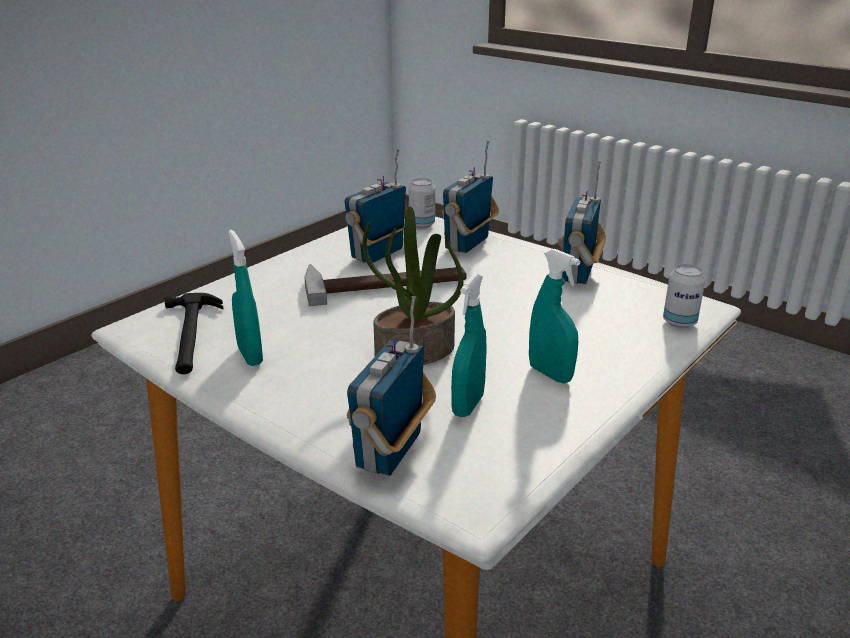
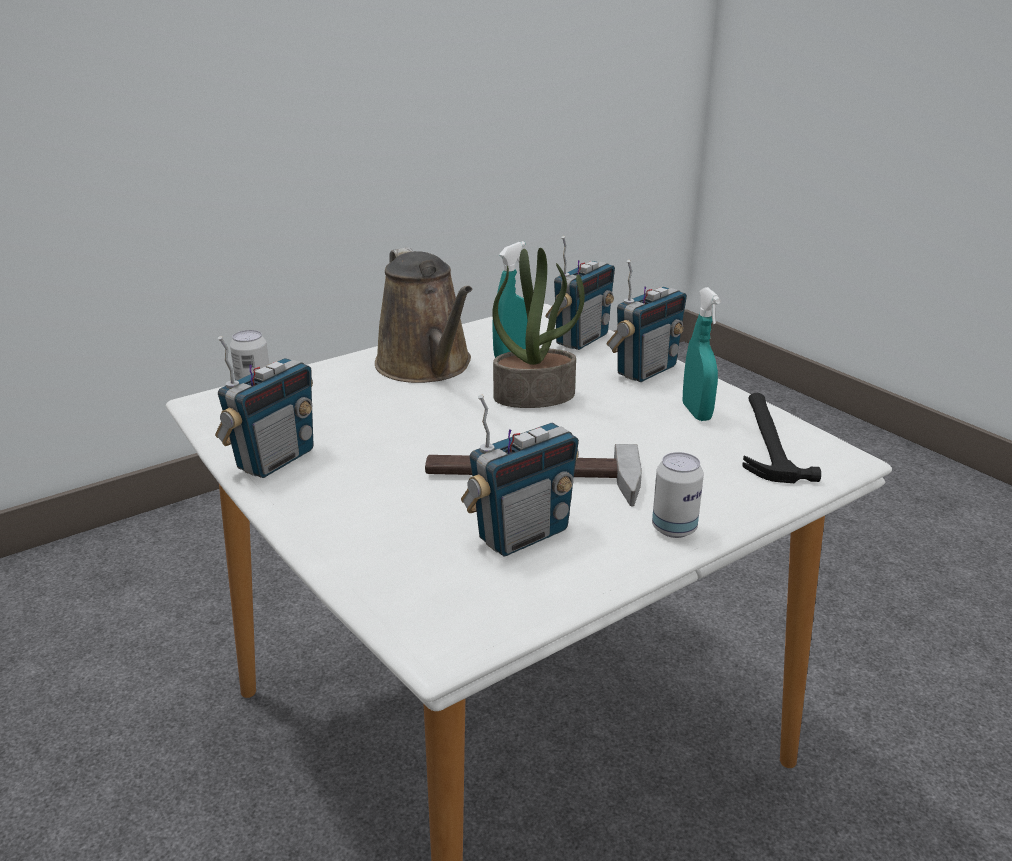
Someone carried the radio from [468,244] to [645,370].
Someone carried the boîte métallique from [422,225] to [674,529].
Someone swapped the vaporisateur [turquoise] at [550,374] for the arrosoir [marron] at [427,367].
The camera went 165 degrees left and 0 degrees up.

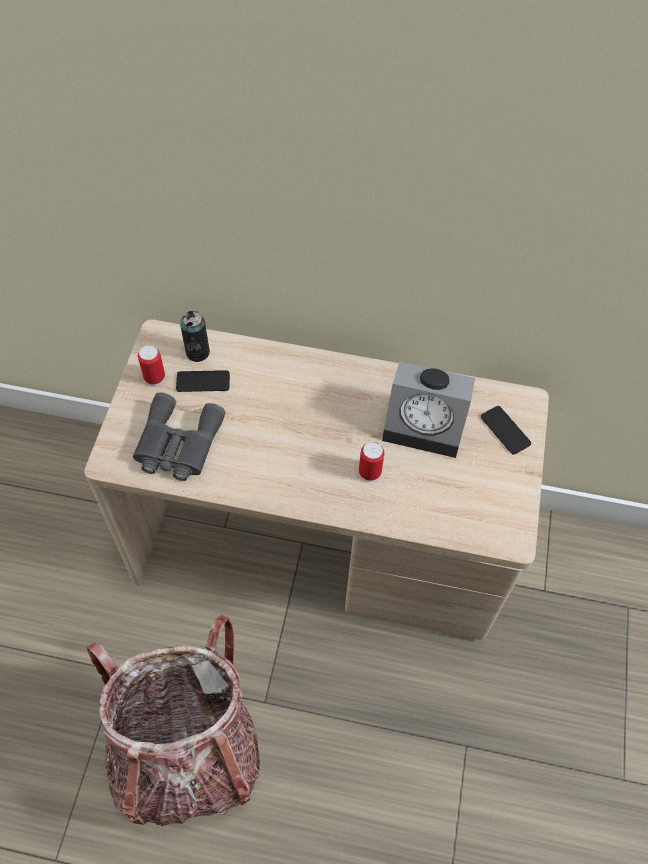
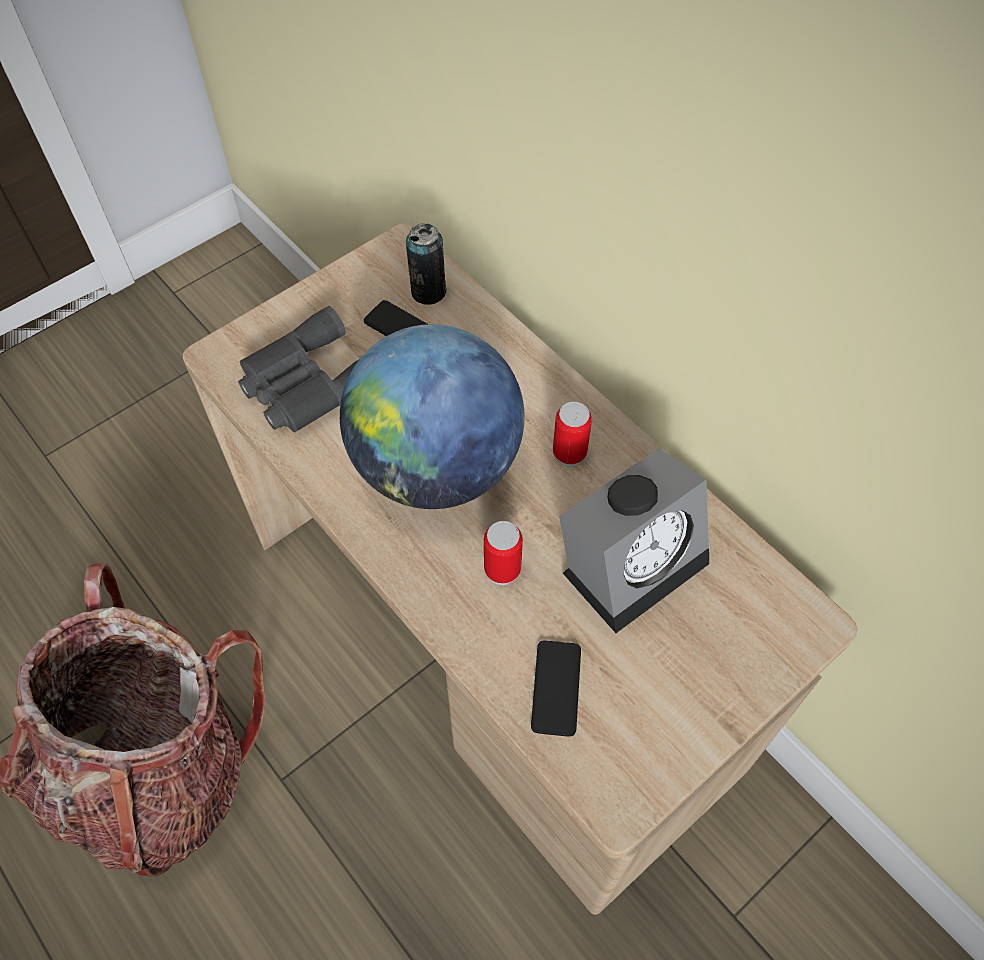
Someone carried the boîte métallique from [154,377] to [569,452].
Someone rotated the réveil at [427,425] by 90 degrees counterclockwise.
Someone carried the téléphone from [505,430] to [556,688].
Someone put down the globe at [436,466].
The camera went 40 degrees right and 0 degrees up.

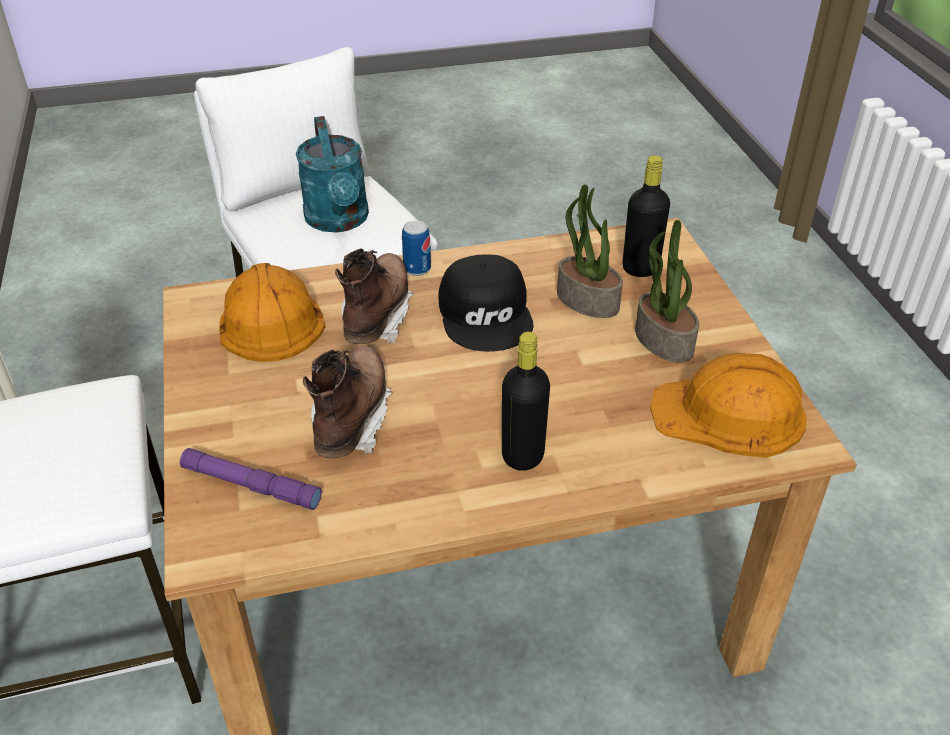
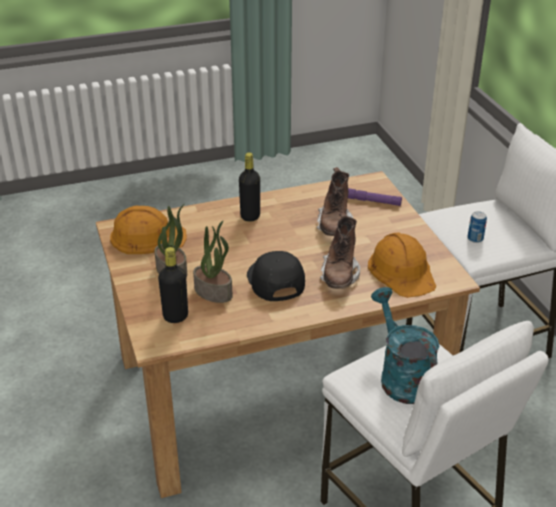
Someone carried the boîte métallique from [417,268] to [475,239].
The camera went 175 degrees right and 5 degrees down.

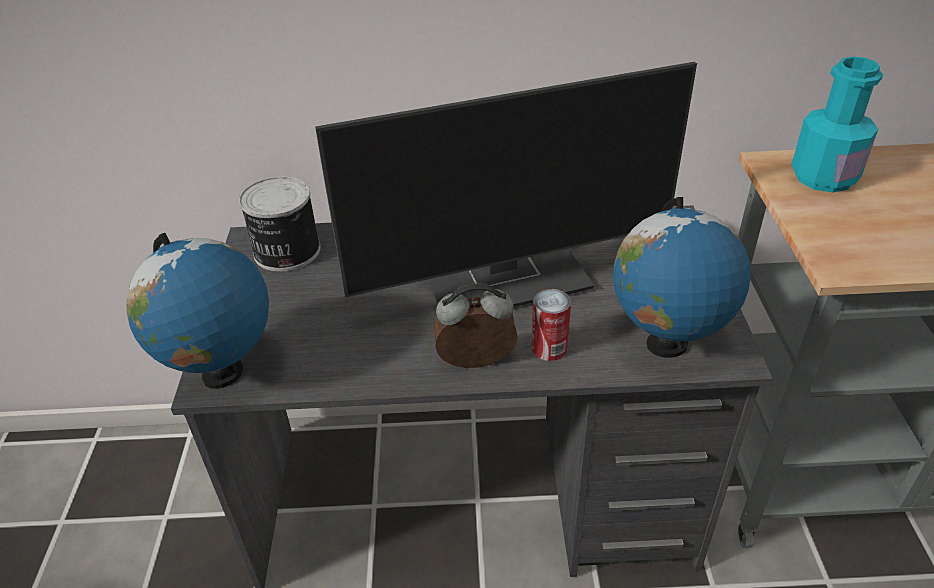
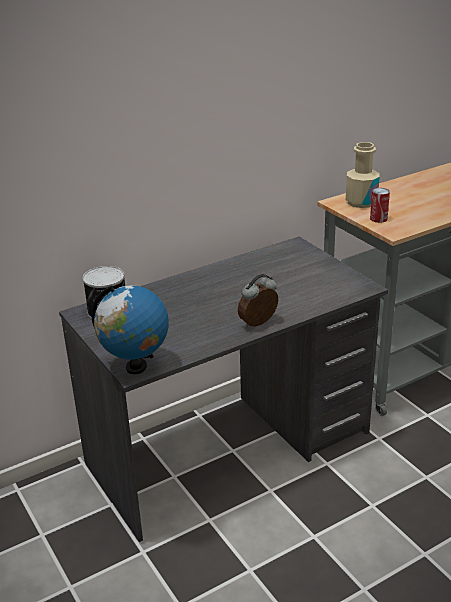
Someone repainted the bouteille [turquoise] at [824,177], which became the bouteille [beige] at [361,202].
Someone took away the écran d'ordinateur at [507,277].
Someone took away the globe at [666,345].
Someone carried the boîte métallique from [549,348] to [378,219].
The camera went 30 degrees left and 10 degrees down.

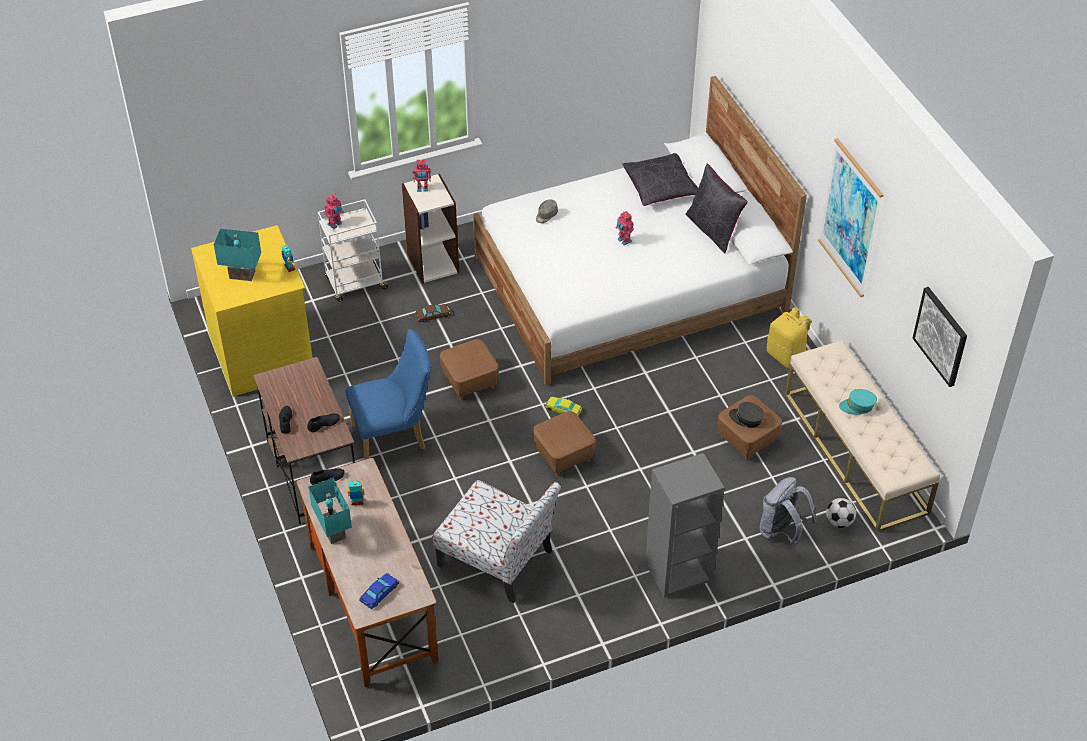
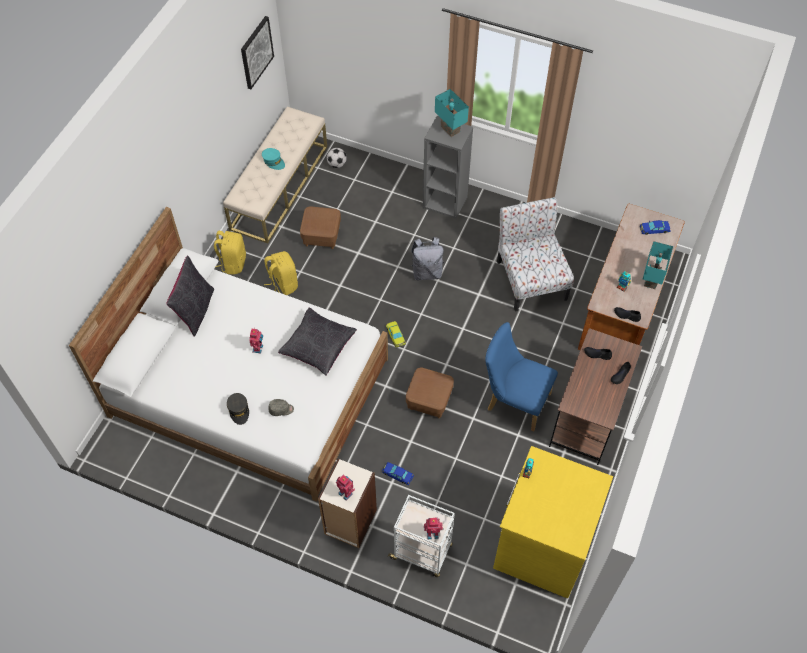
Someone took away the tableau at [850,218].
Someone carried the coussin [noir] from [660,187] to [318,346].
Someone carried the lampe de table [turquoise] from [243,274] to [449,129].
Someone repainted the petite voiture [marron] at [433,315], which became the petite voiture [bleu] at [397,474].
Someone carried the casquette [gris] from [746,418] to [239,410].
Someone took away the pouf [marron] at [563,455].
Someone carried the sac à dos [gris] from [782,532] to [427,272].
Someone put down the sac à dos [jaune] at [283,284].
The camera went 135 degrees left and 10 degrees up.

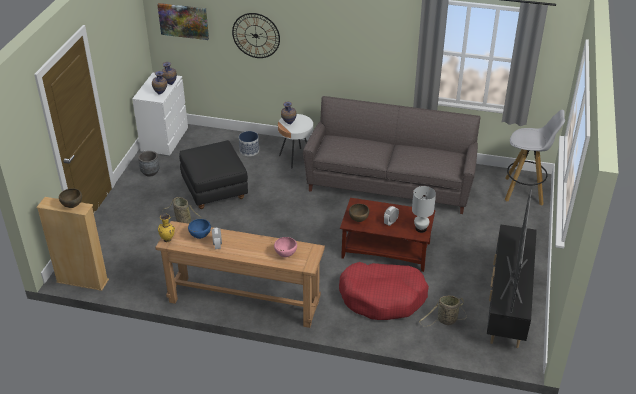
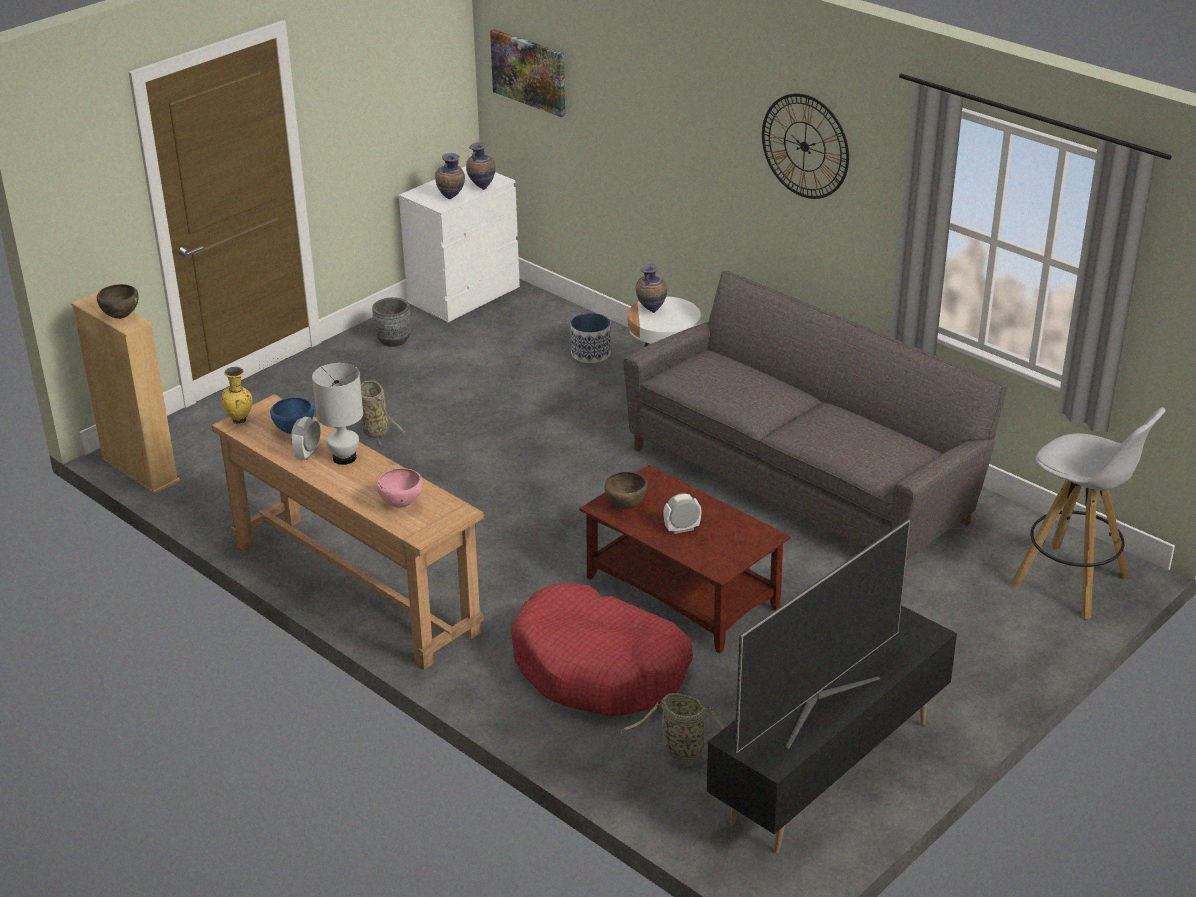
Someone carried the horloge murale from [256,35] to [805,146].
Someone took away the pouf [noir] at [215,190].
Someone carried the lampe de table [blanc] from [420,229] to [344,458].
The camera went 30 degrees right and 5 degrees down.

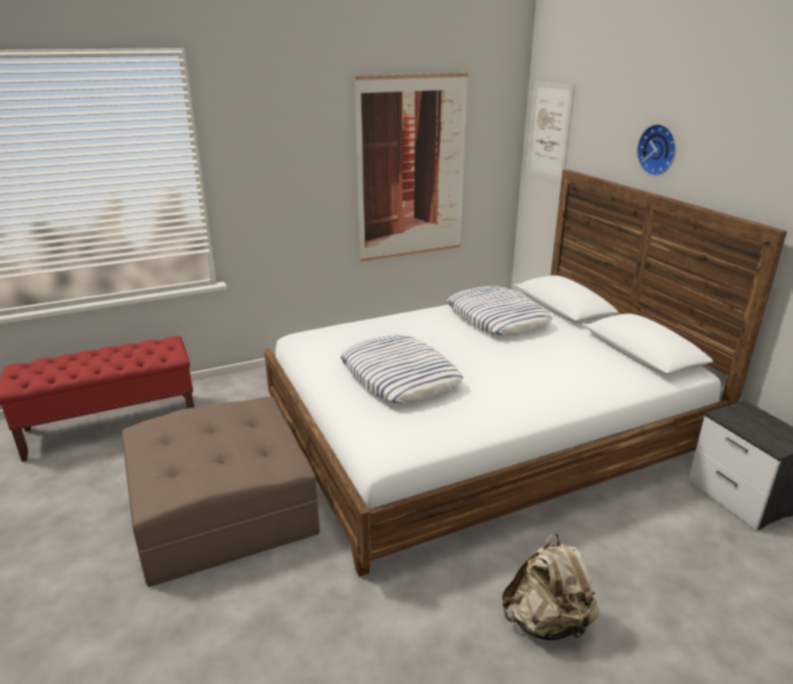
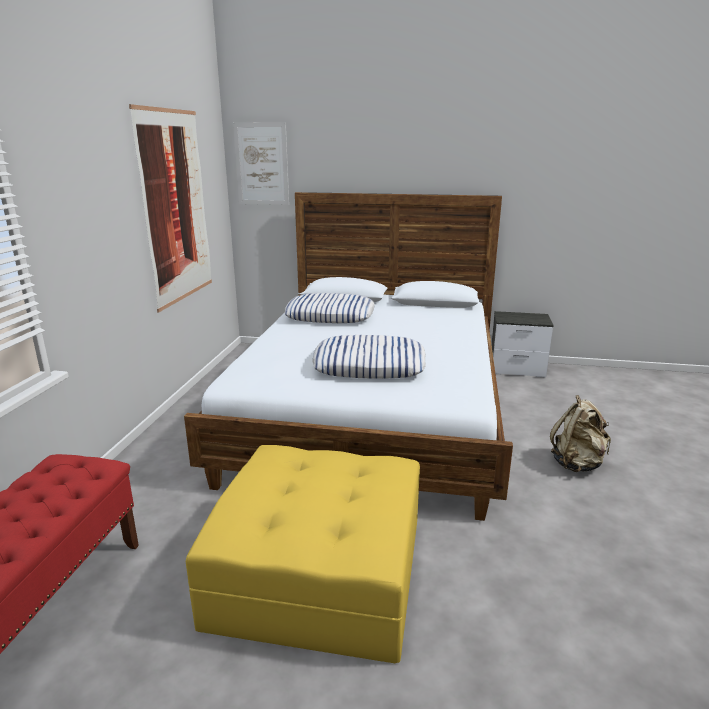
Someone took away the horloge murale at [659,149].
Someone repainted the pouf [marron] at [222,508], which became the pouf [jaune] at [320,570].
The camera went 55 degrees left and 5 degrees down.

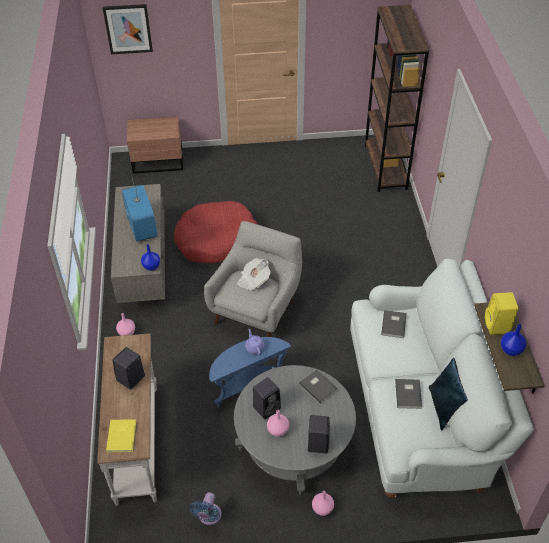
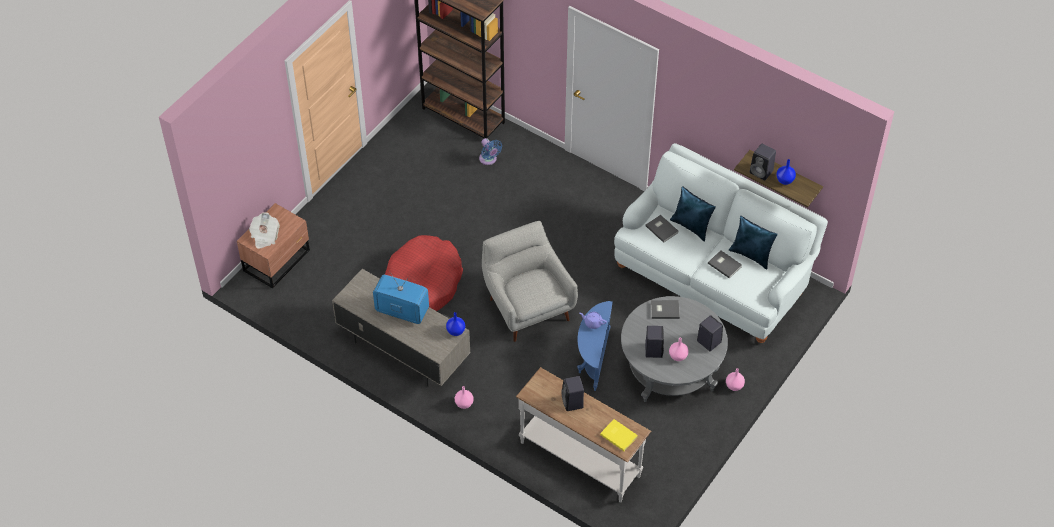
Someone took away the tableau at [128,29].
Someone carried the journal from [253,280] to [264,236].
Someone repainted the enceinte [jaune] at [497,326], which became the enceinte [noir] at [762,172].
Someone carried the ventilateur [bleu] from [209,517] to [489,159].
Someone put down the coussin [bleu] at [691,226].
The camera went 50 degrees left and 5 degrees up.

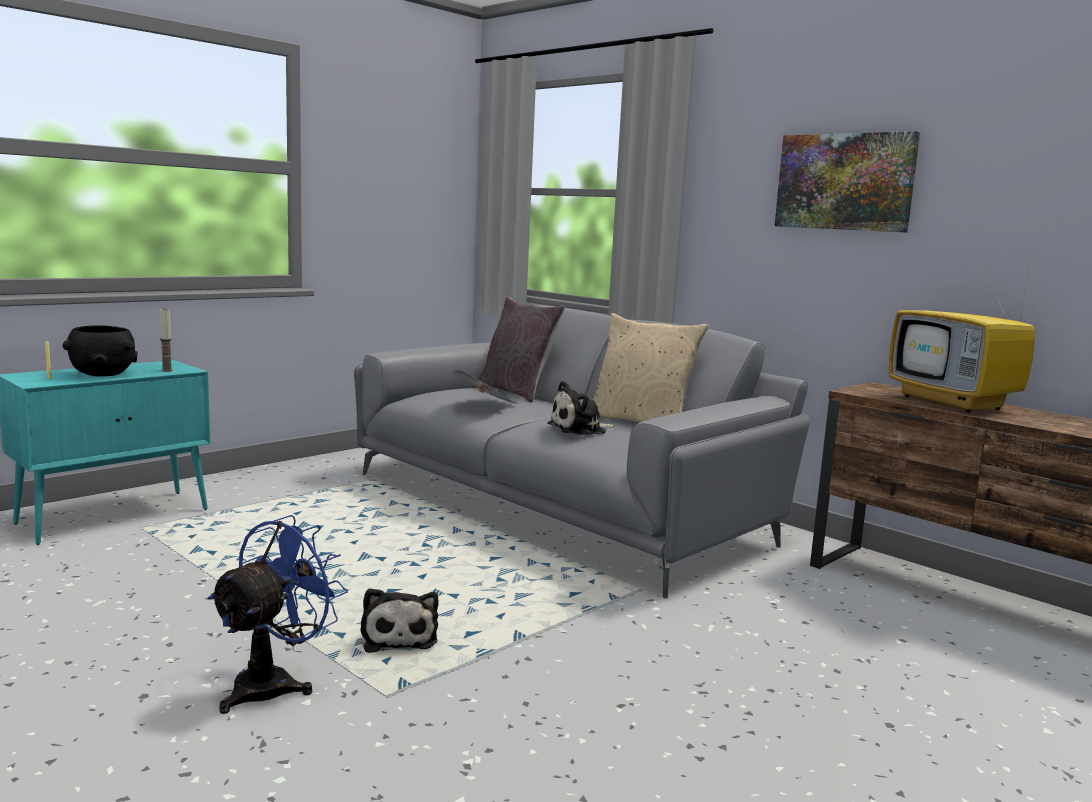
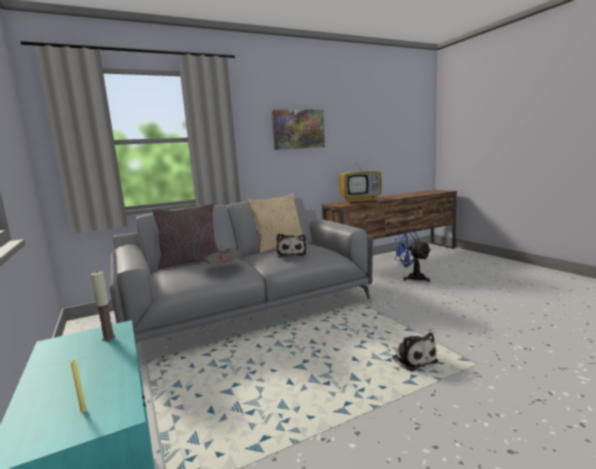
Someone took away the bol [noir] at [102,375].
Someone carried the ventilateur [bleu] from [274,683] to [412,277].
Someone rotated the peluche at [399,637] by 60 degrees clockwise.
The camera went 70 degrees left and 0 degrees up.

